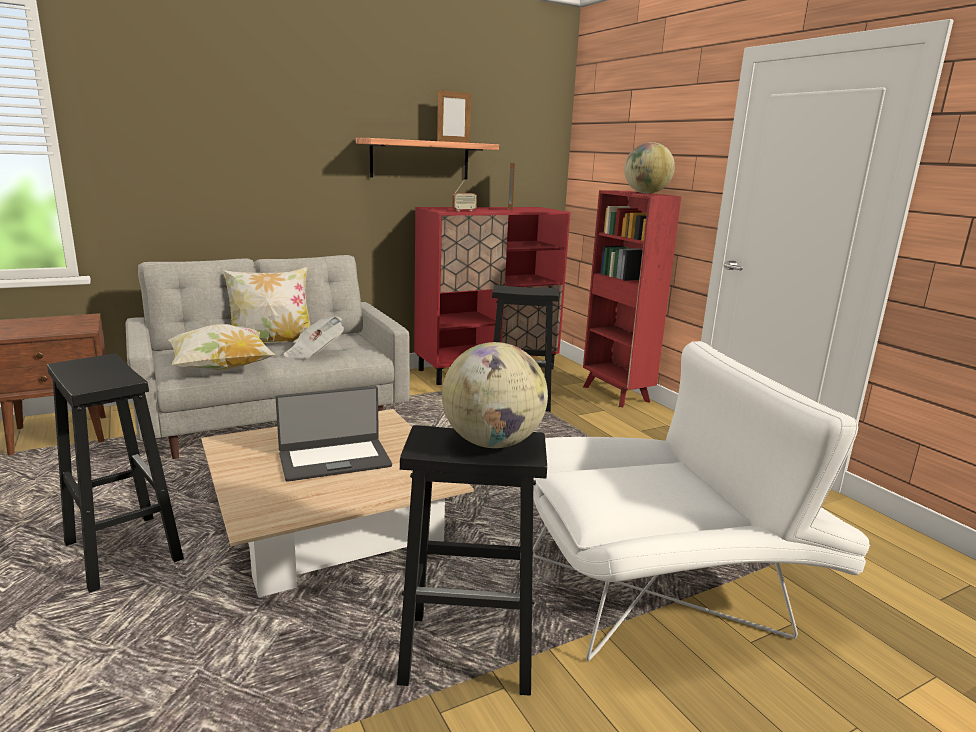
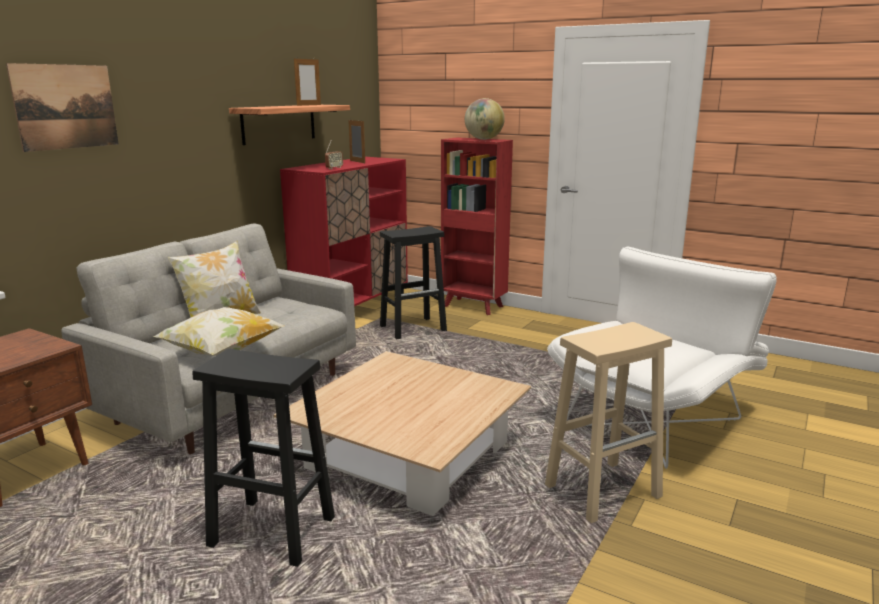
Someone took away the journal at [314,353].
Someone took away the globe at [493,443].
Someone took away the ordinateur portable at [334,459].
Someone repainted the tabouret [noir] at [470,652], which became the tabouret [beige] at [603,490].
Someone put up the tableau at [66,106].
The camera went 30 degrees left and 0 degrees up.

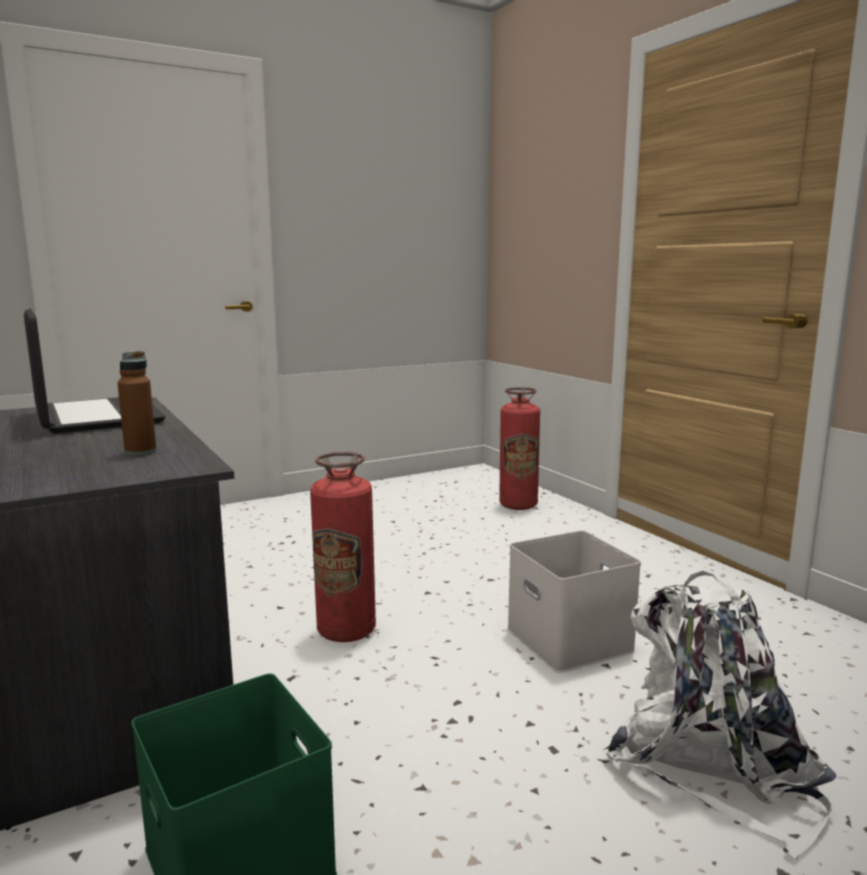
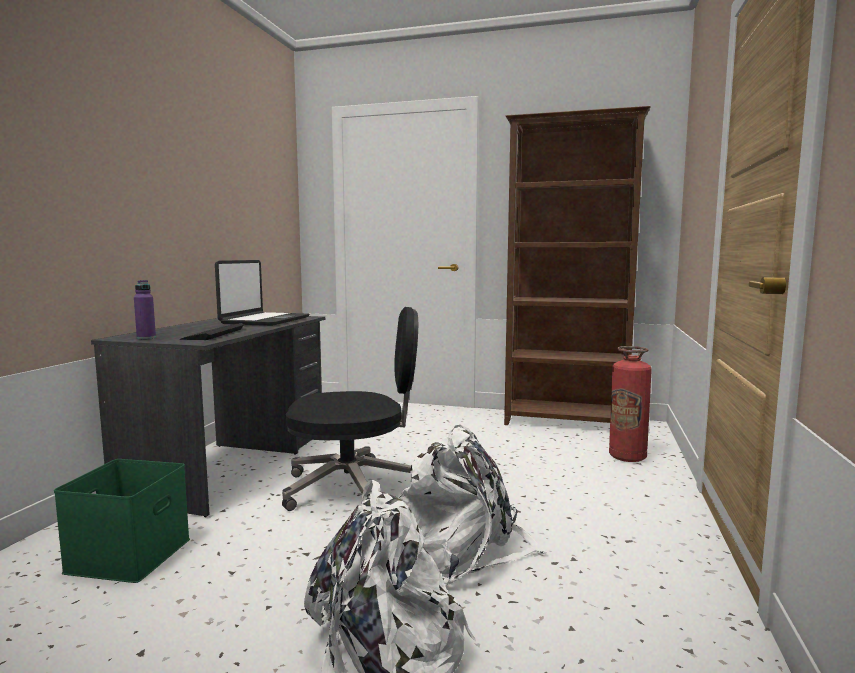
Someone swapped the bouteille [marron] at [140,452] for the clavier at [213,334].
Someone swapped the extincteur at [346,631] for the chaise de bureau [noir] at [354,488].
Someone swapped the boîte de rangement [blanc] at [572,640] for the sac à dos [blanc] at [465,551].
Someone put down the bibliothèque [marron] at [566,423].
Someone put down the bouteille [violet] at [146,338].
The camera went 45 degrees right and 5 degrees down.

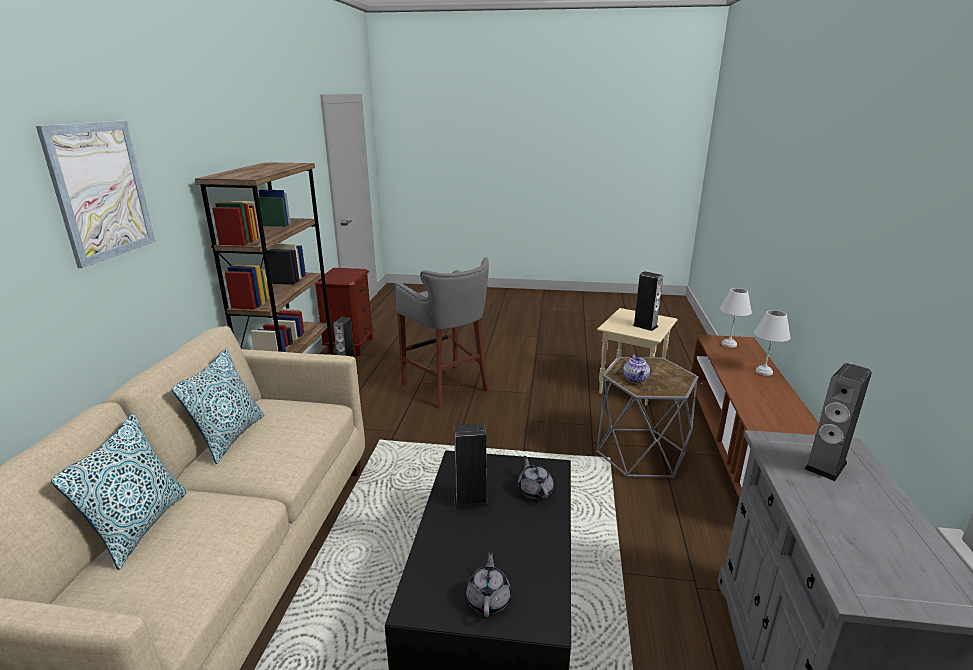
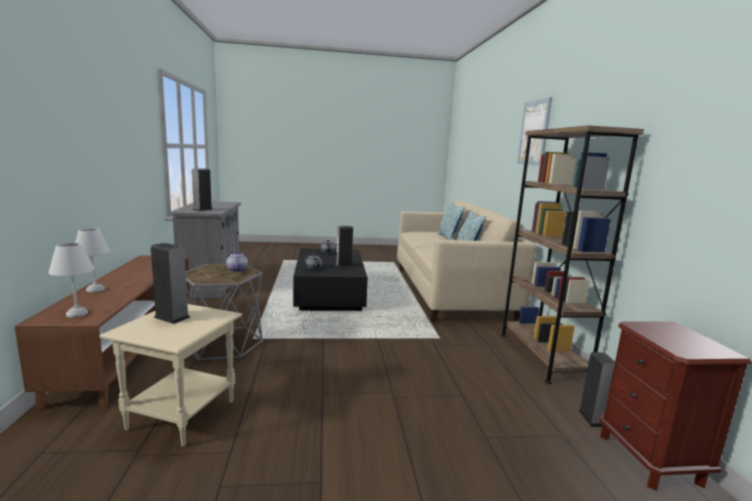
Someone took away the tabouret [gris] at [448,387].
The camera went 165 degrees right and 10 degrees down.

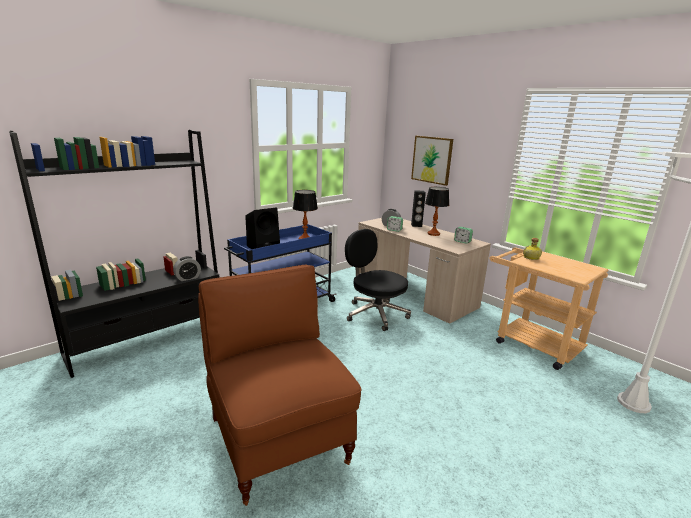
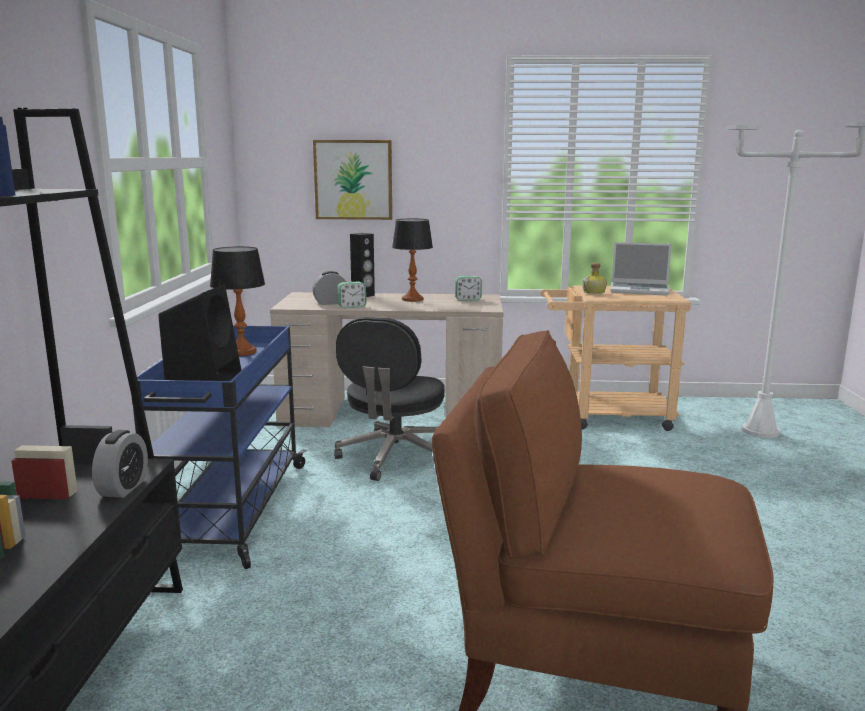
Someone rotated the chaise de bureau [noir] at [375,314] by 75 degrees counterclockwise.
Someone put down the ordinateur portable at [640,290].
The camera went 45 degrees left and 5 degrees down.

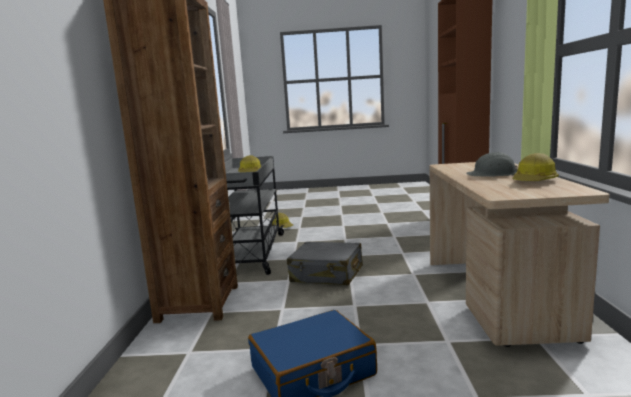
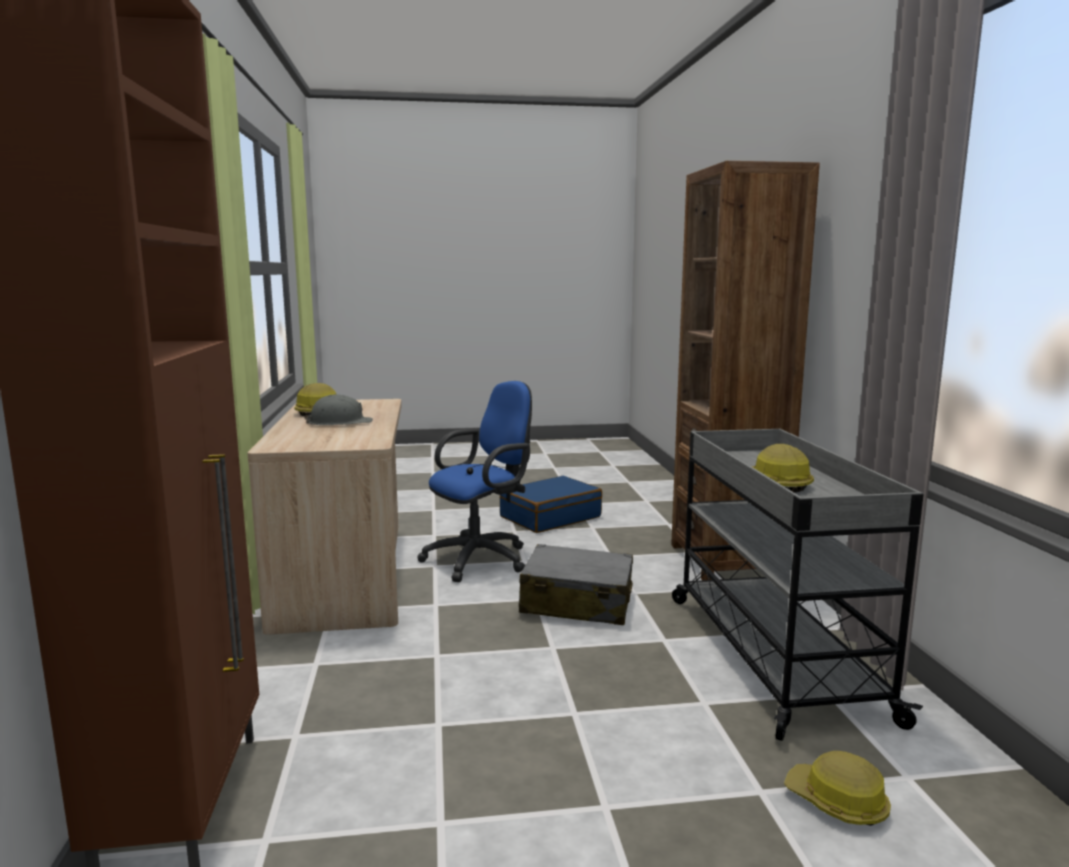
Someone put down the chaise de bureau [bleu] at [482,559].
The camera went 170 degrees right and 0 degrees up.

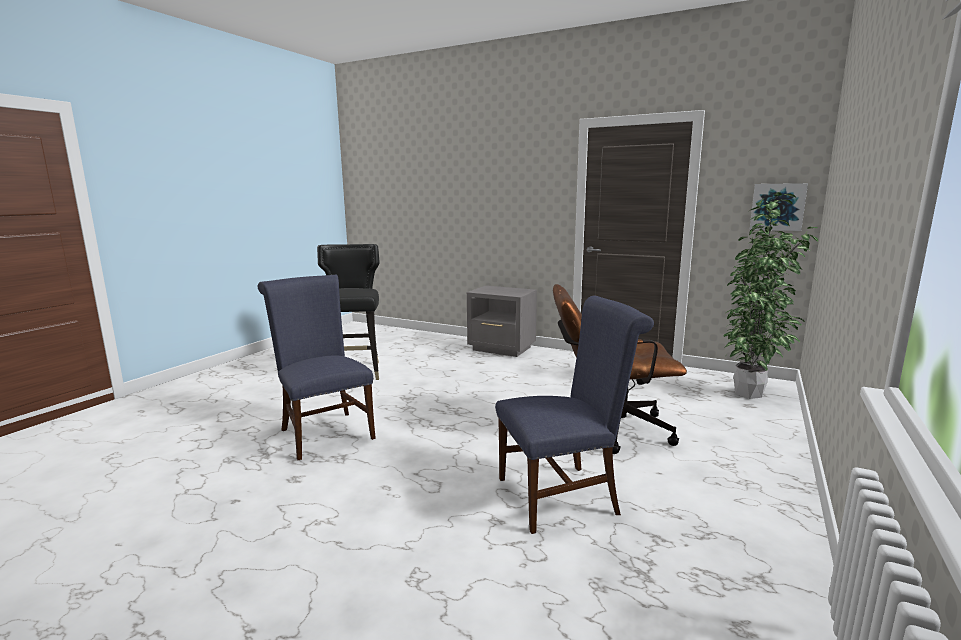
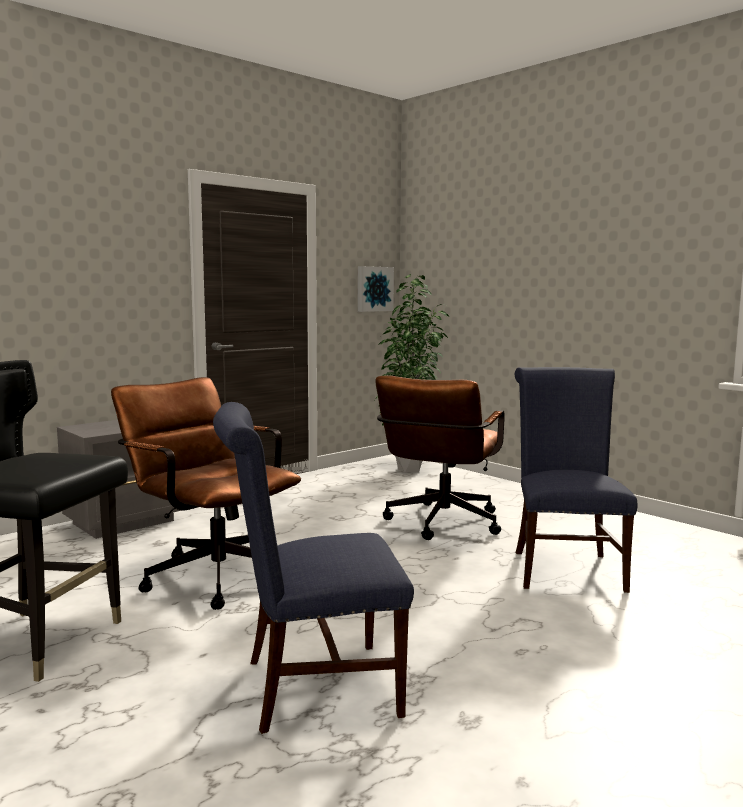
Someone put down the chaise de bureau [marron] at [210,573].
The camera went 70 degrees left and 5 degrees down.

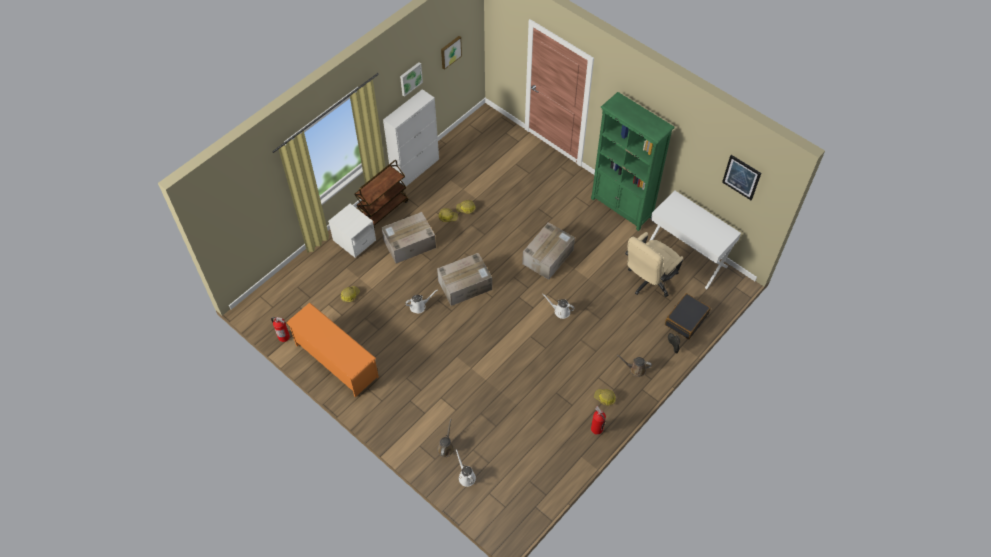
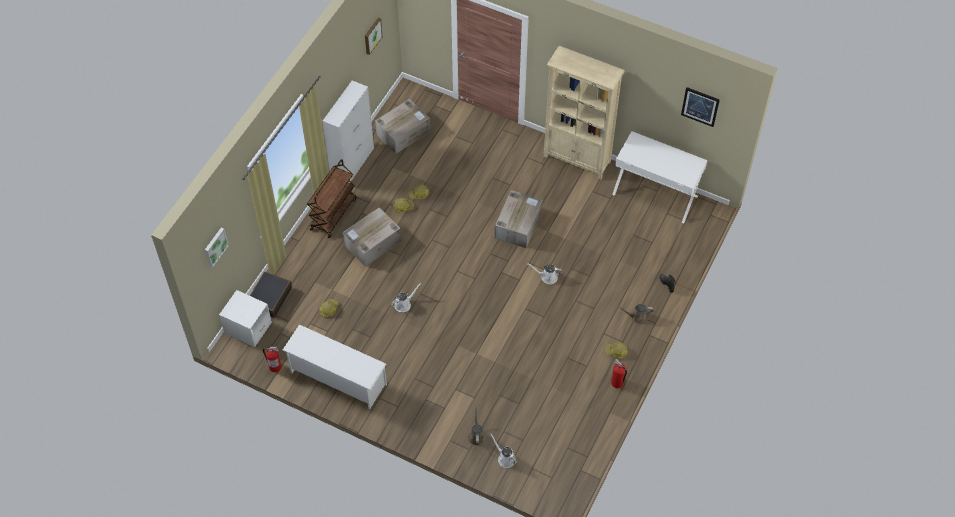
Someone carried the tableau from [410,78] to [215,246].
Someone repainted the bibliothèque [vert] at [622,208], which became the bibliothèque [beige] at [577,159].
Someone carried the table de chevet [blanc] from [354,240] to [248,328].
Someone took away the chaise de bureau [beige] at [648,281].
Someone carried the carton from [465,285] to [403,132].
Someone carried the valise [noir] from [686,319] to [270,298].
Someone repainted the étagère à chaussures [orange] at [336,361], which became the étagère à chaussures [blanc] at [337,378].
The camera went 15 degrees left and 0 degrees up.

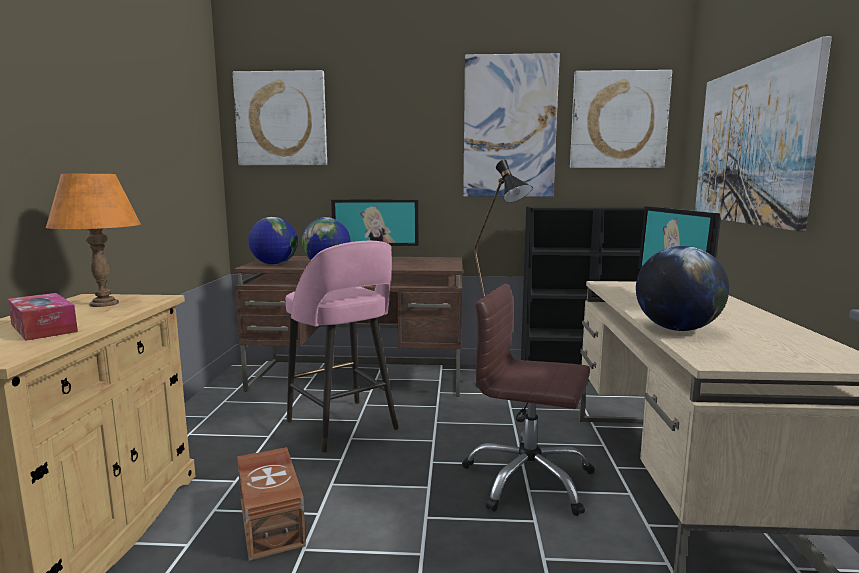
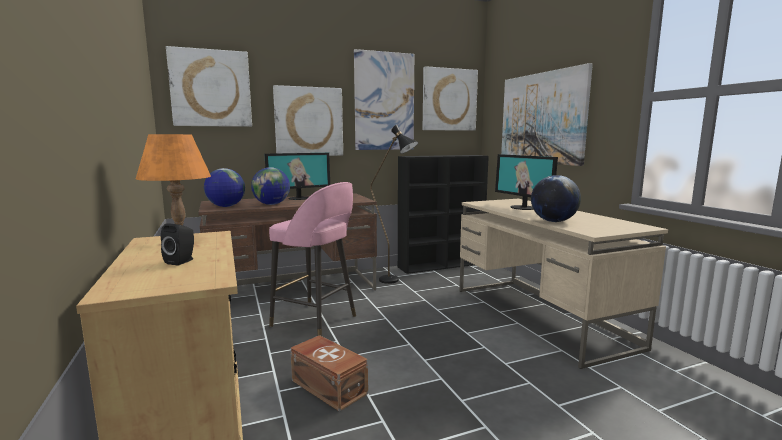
Someone took away the chaise de bureau [marron] at [528,480].
Someone swapped the boîte à mouchoirs at [43,328] for the enceinte [noir] at [182,261].
Someone put up the tableau at [309,122].
The camera went 25 degrees left and 0 degrees up.

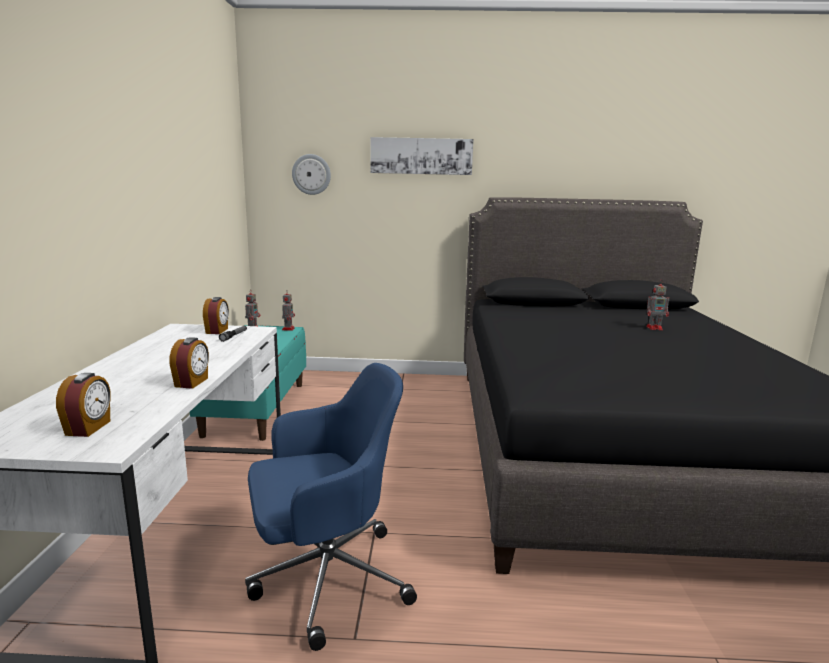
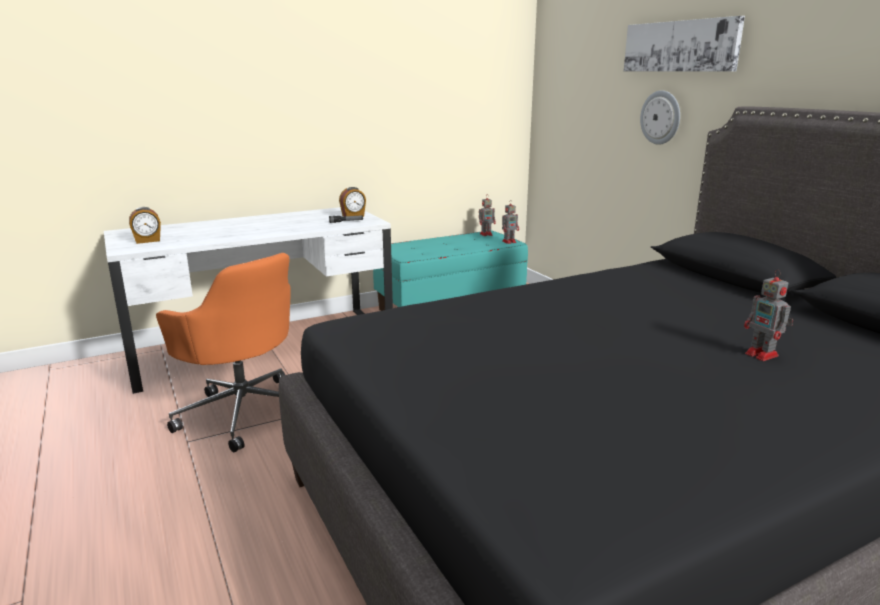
Someone carried the horloge murale from [311,174] to [661,117].
Someone took away the réveil at [192,382].
Someone repainted the chaise de bureau [bleu] at [325,578], which became the chaise de bureau [orange] at [244,411].
The camera went 60 degrees right and 5 degrees up.

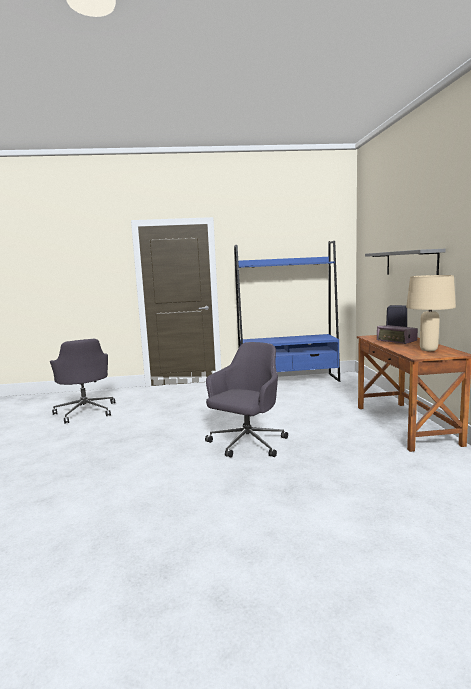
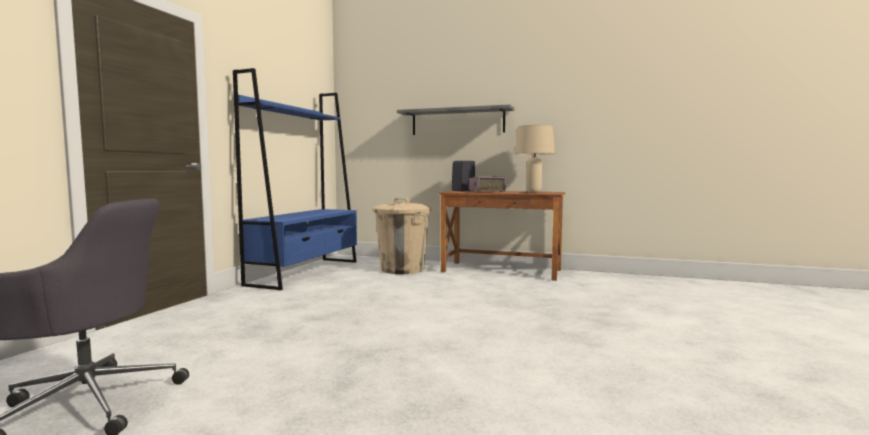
Someone took away the chaise de bureau [gris] at [246,444].
Someone put down the poubelle [beige] at [402,269].
The camera went 65 degrees left and 5 degrees down.

